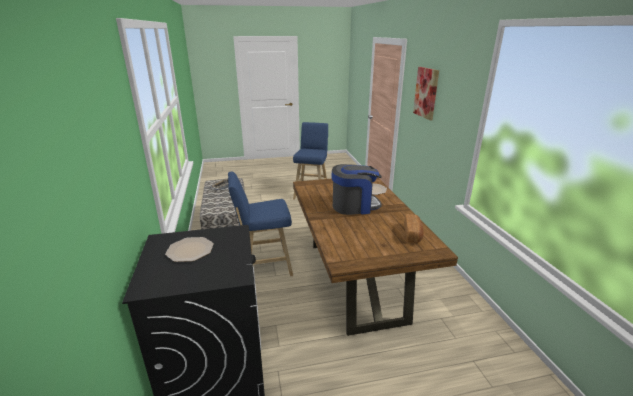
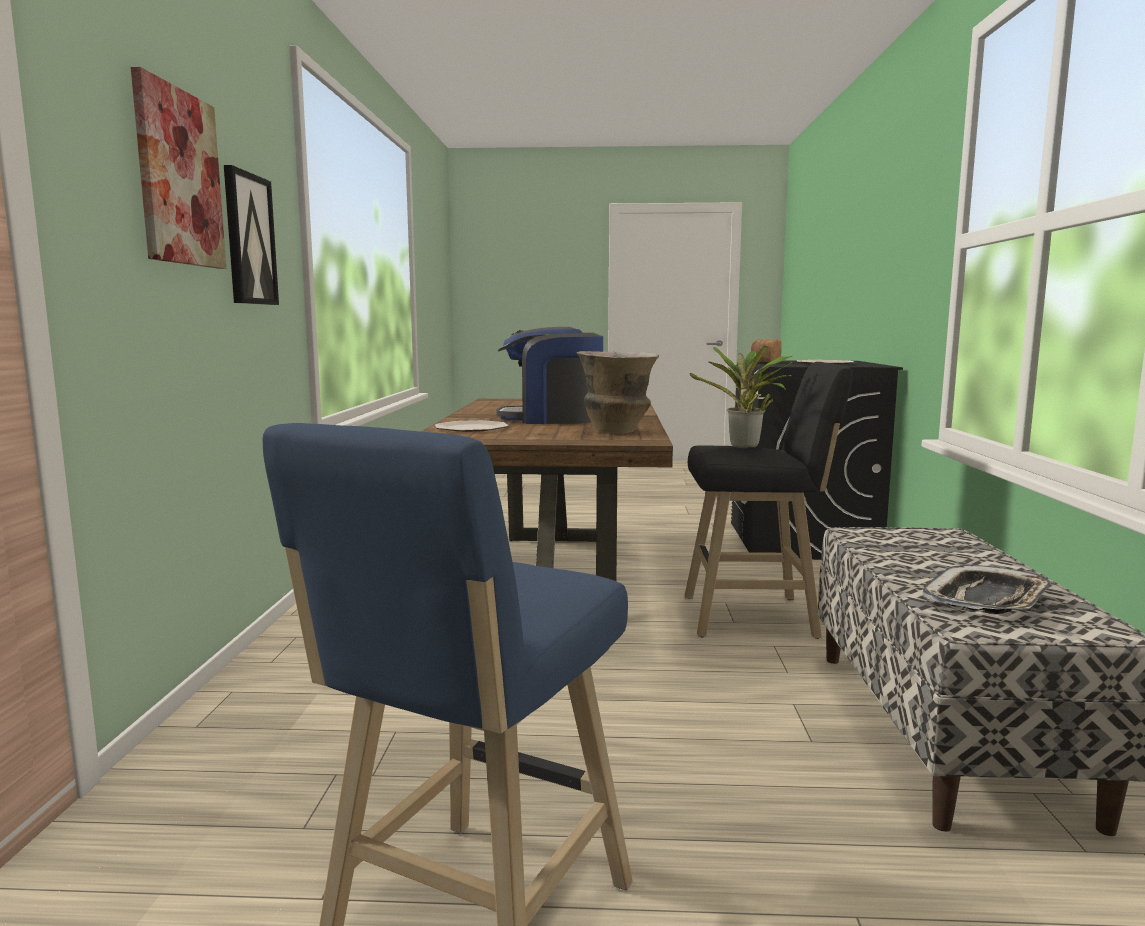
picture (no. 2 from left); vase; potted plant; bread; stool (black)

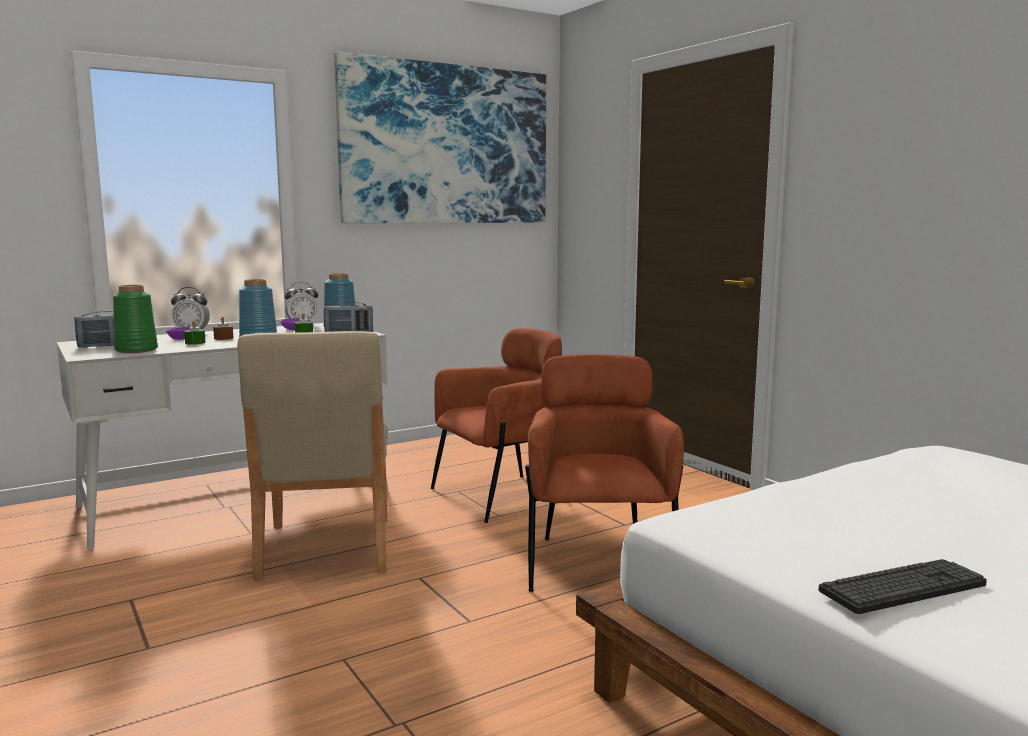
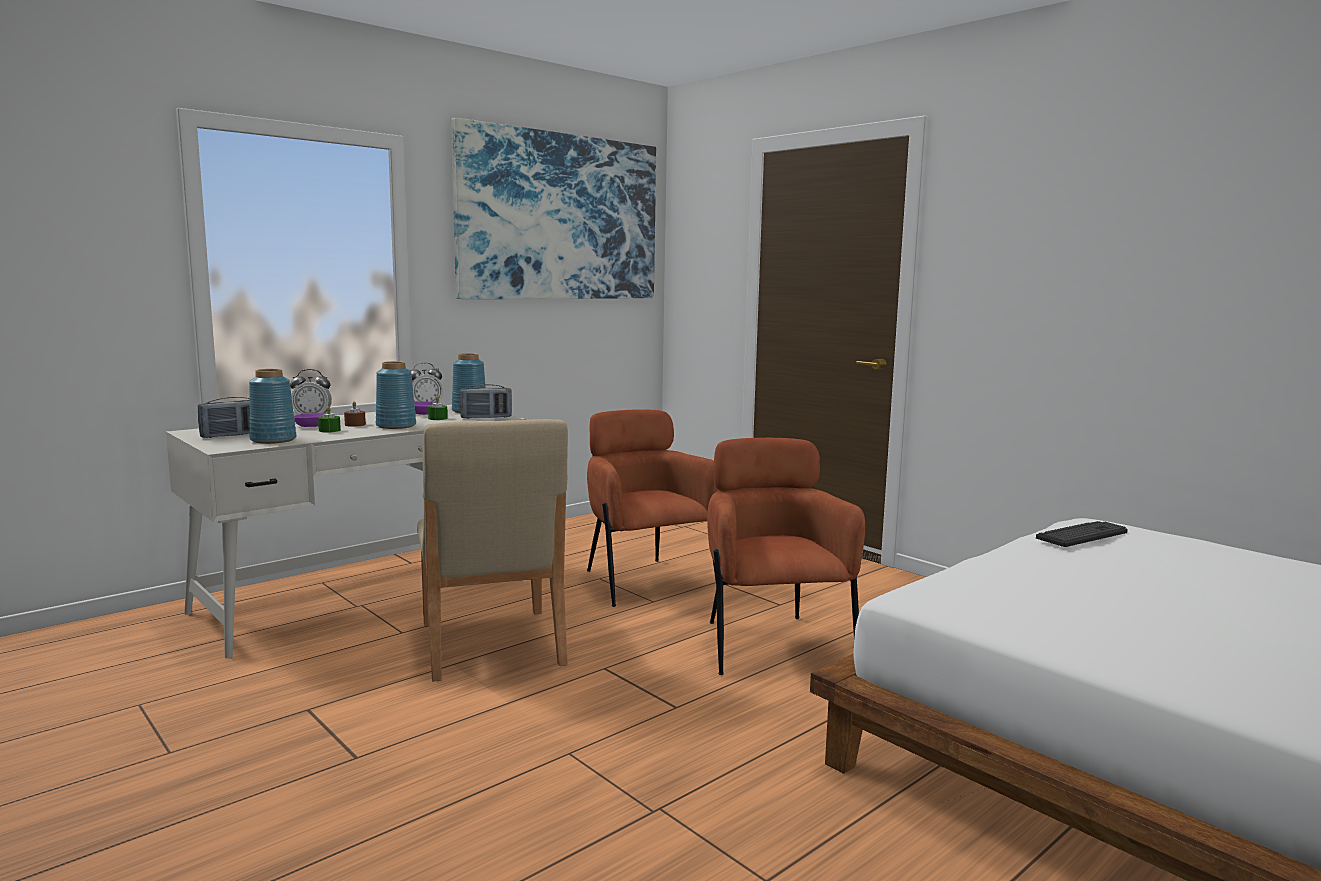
keyboard; vase (blue) (no. 1 from left); armchair (brown) (no. 1 from left)

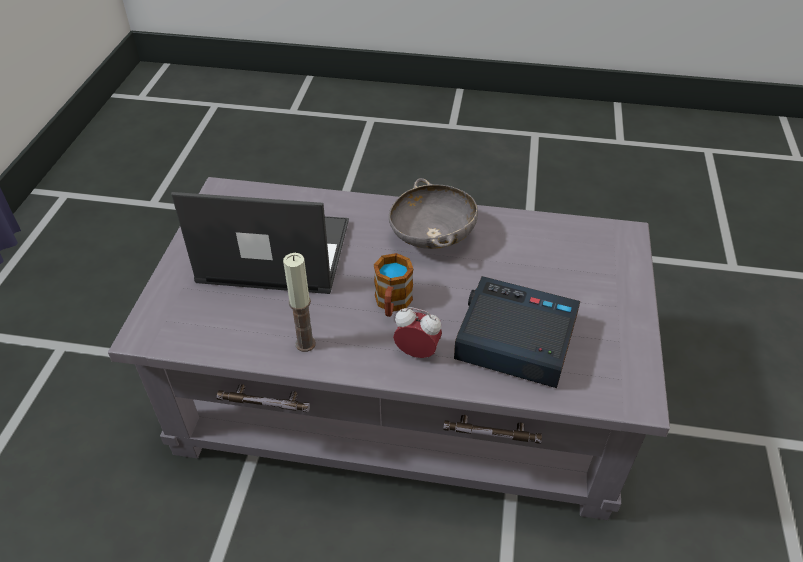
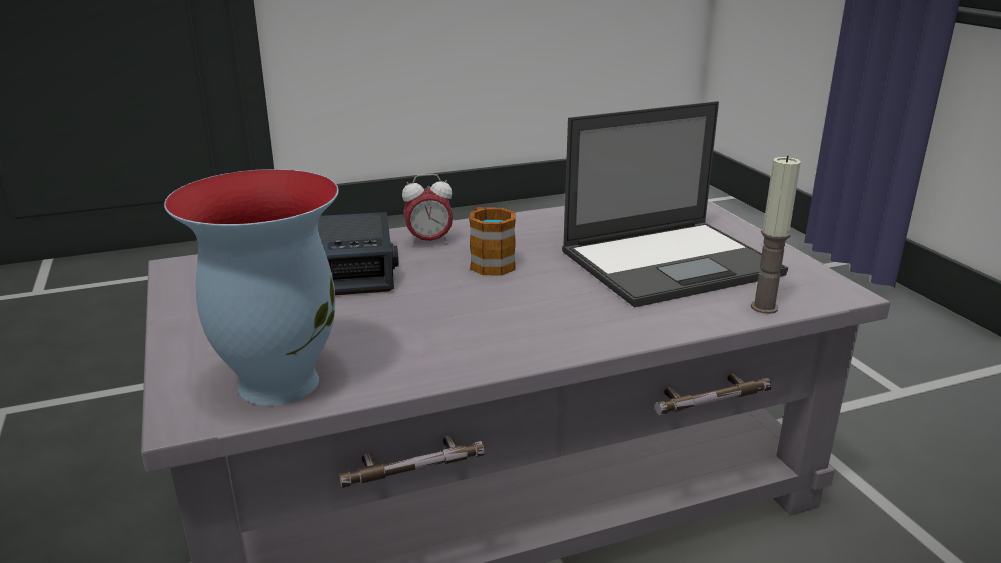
bowl (grey); vase; candle

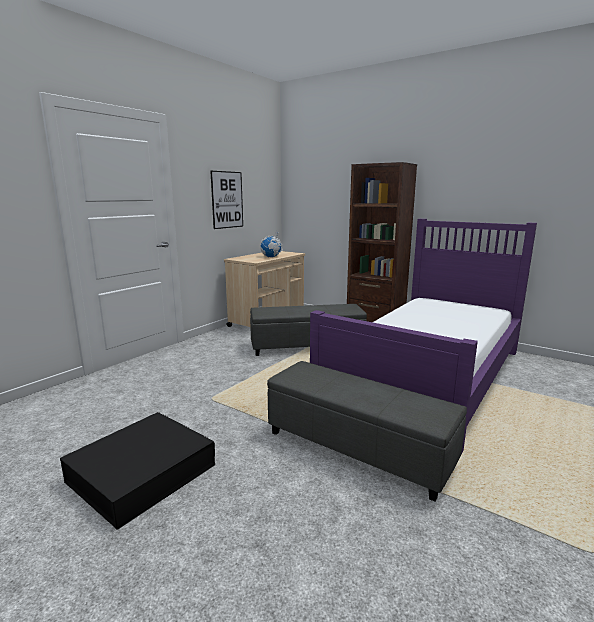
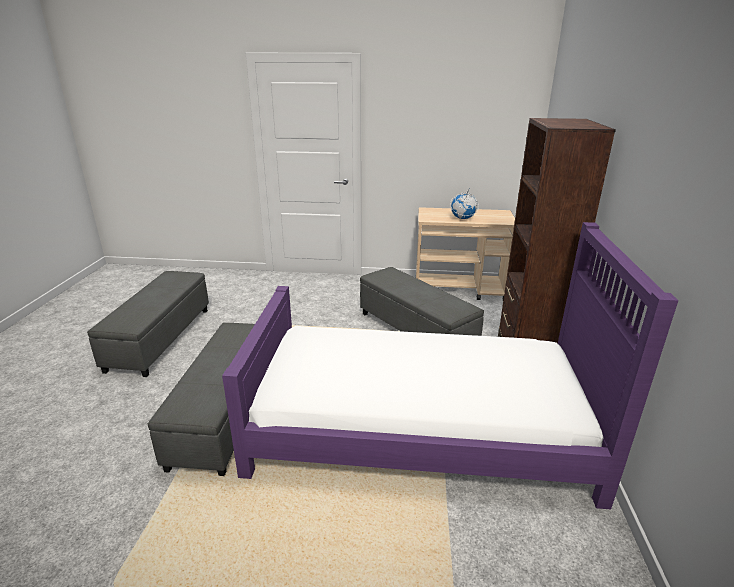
picture; ottoman (grey) (no. 1 from left)

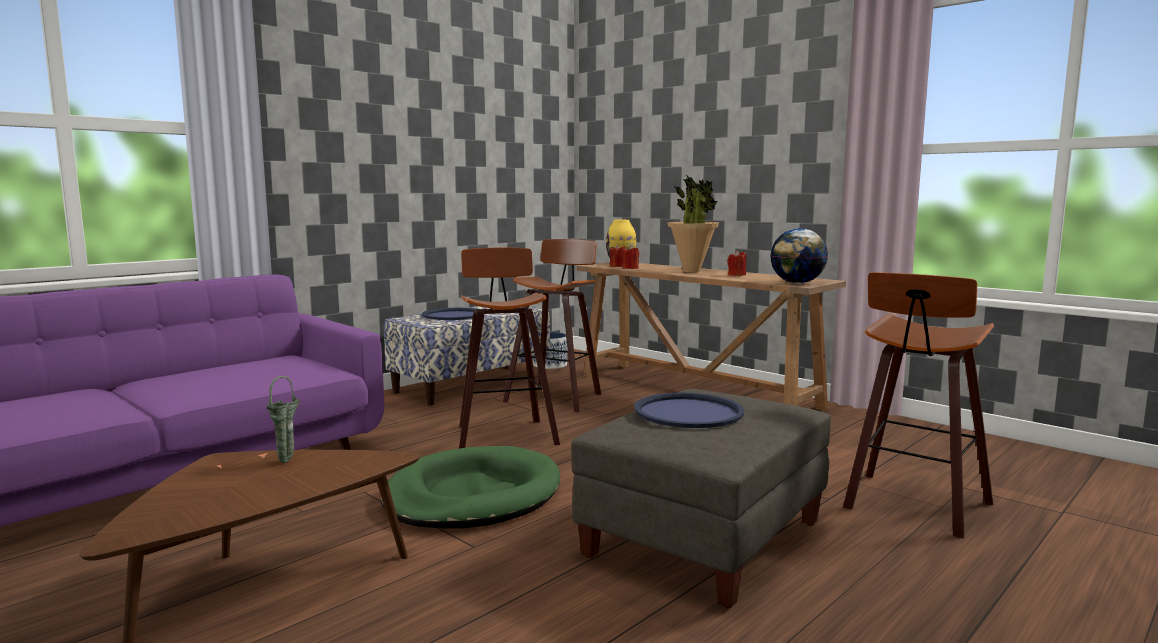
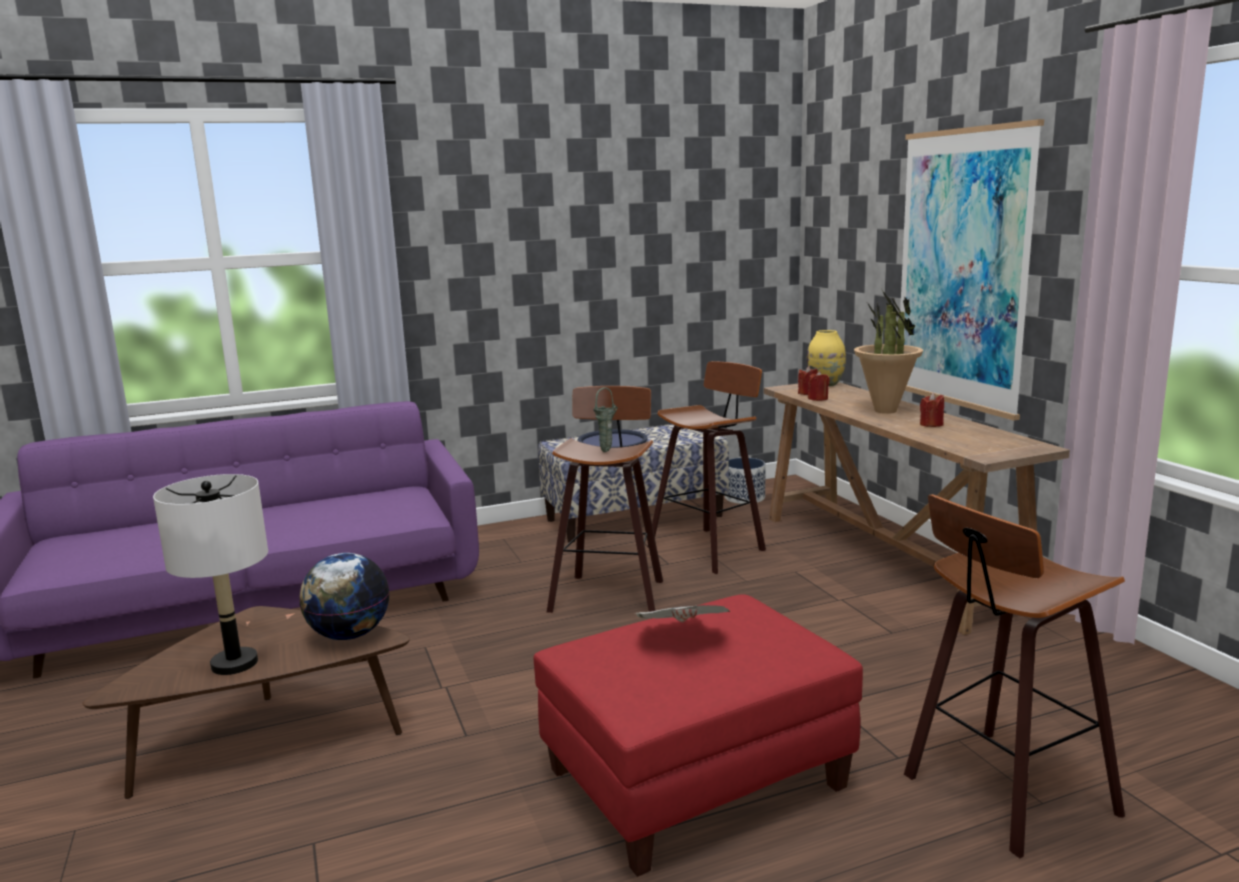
dog bed (green); table lamp (white); picture; vase (green); globe; newspaper; ottoman (red)

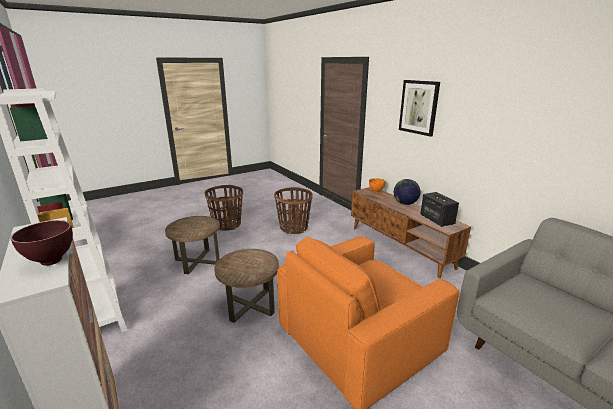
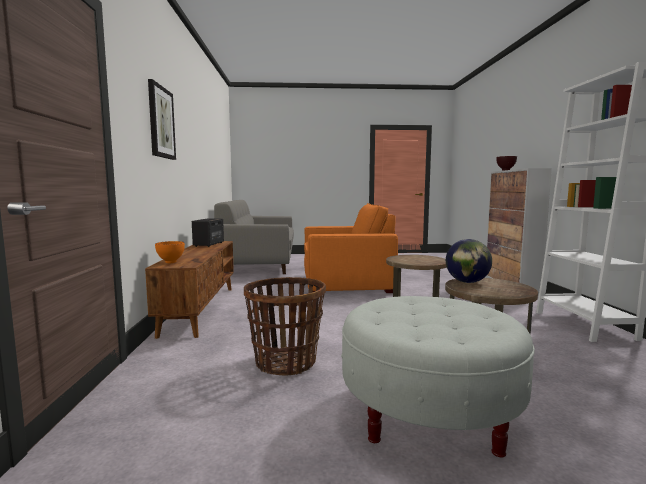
globe; ottoman (white)

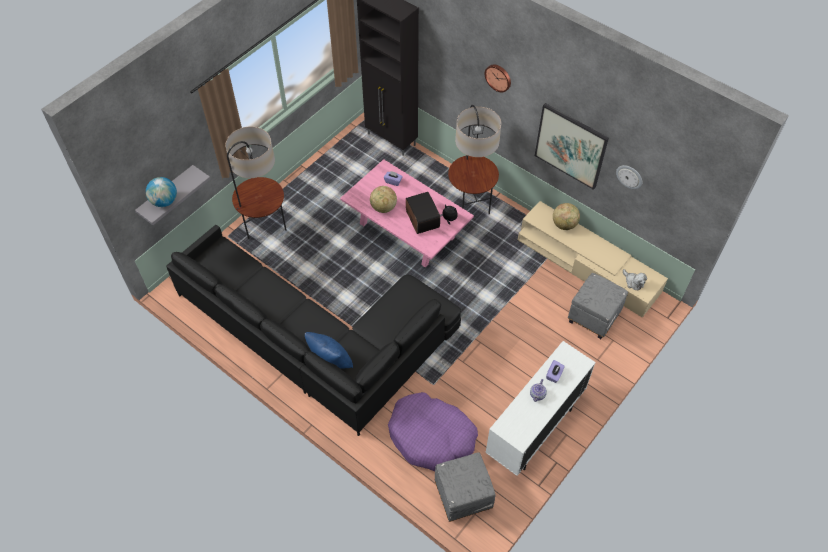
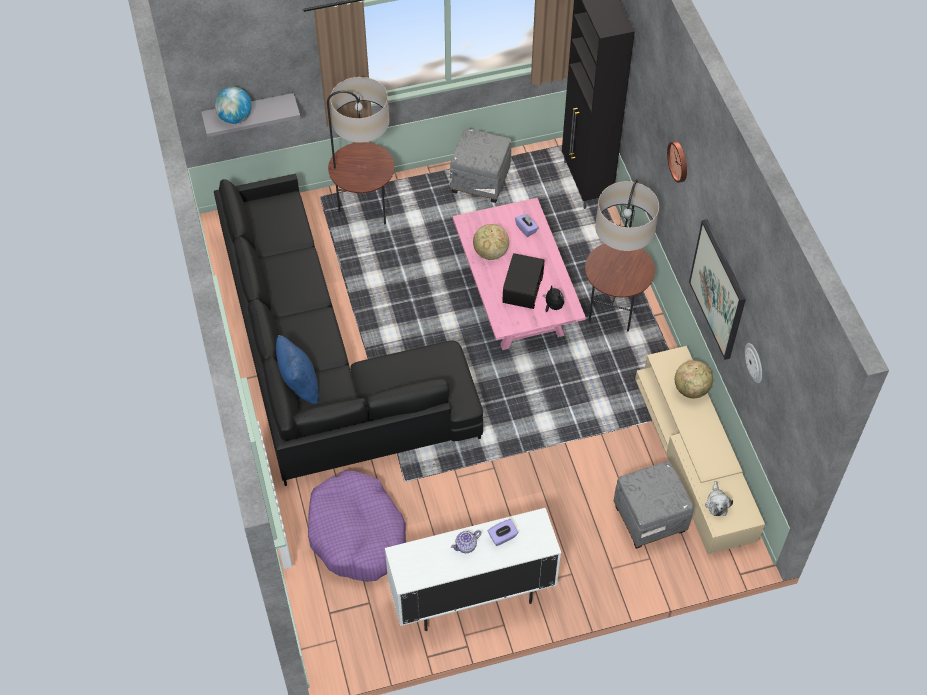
ottoman (grey) (no. 1 from left)

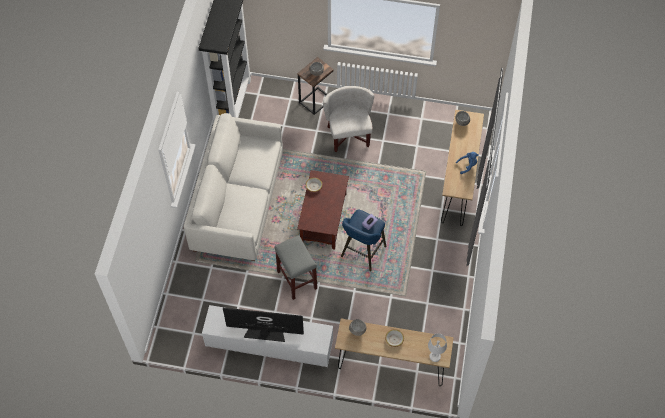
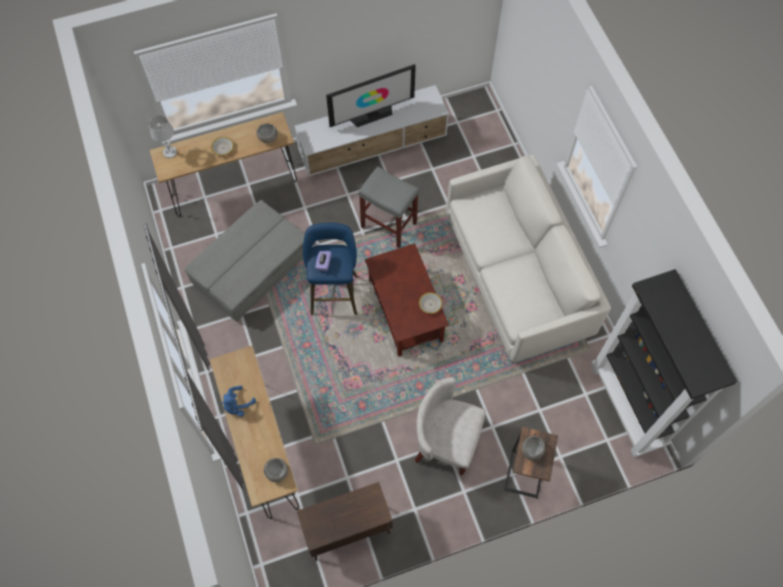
ottoman (grey); cabinet (brown); armchair (white)

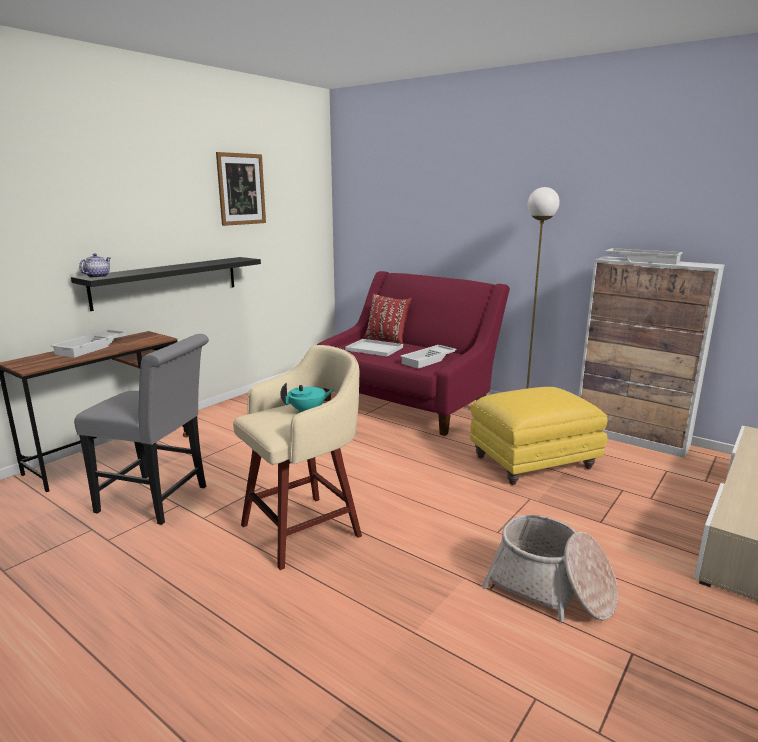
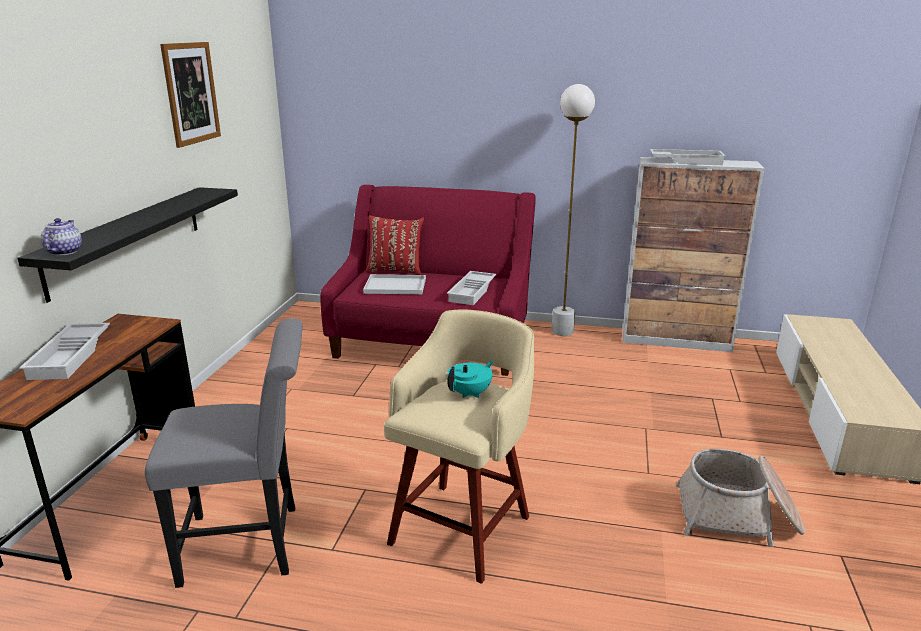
ottoman (yellow)

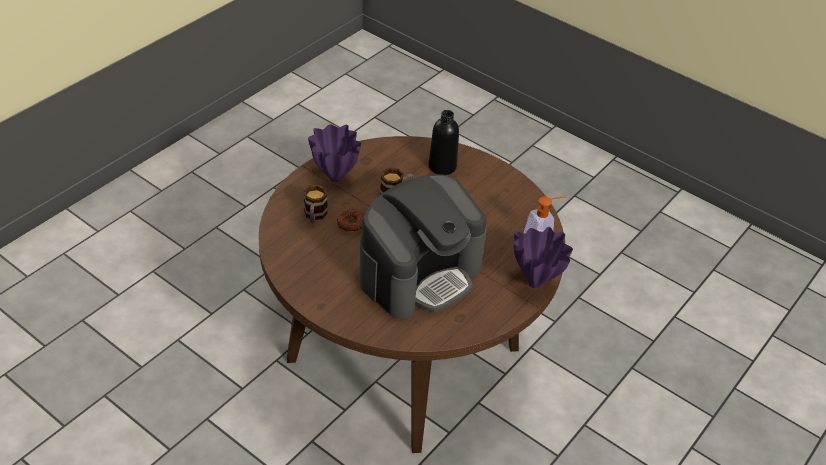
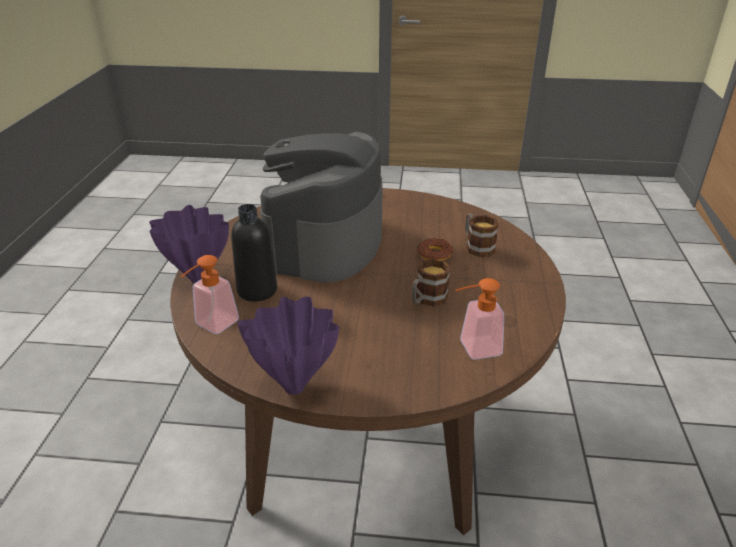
soap dispenser (no. 2 from left); vase (purple) (no. 2 from left); bottle (black)

